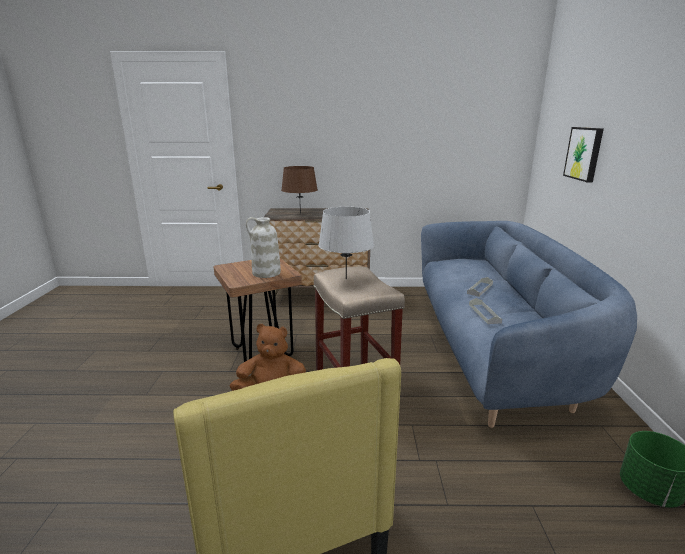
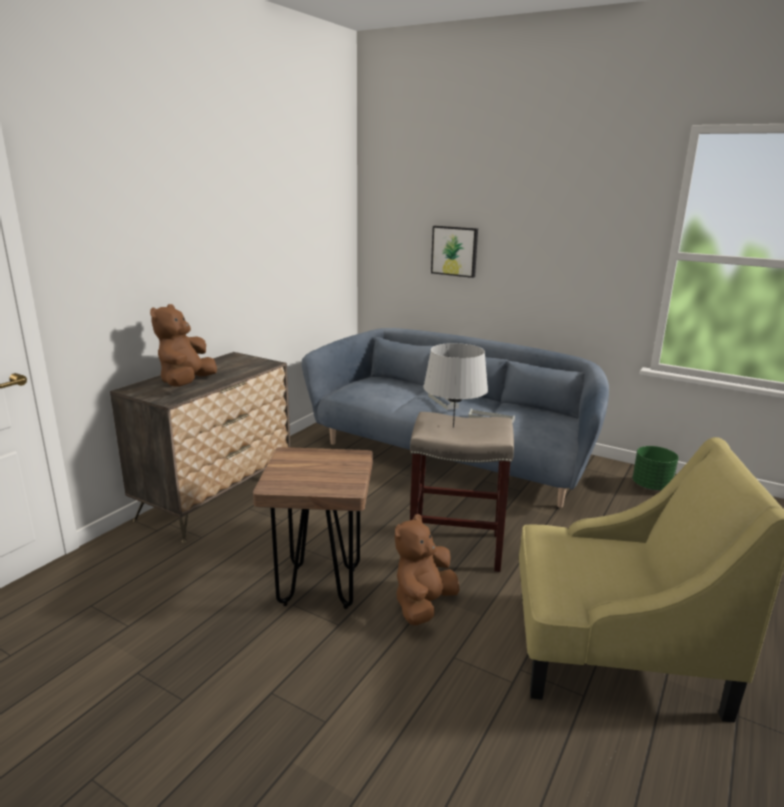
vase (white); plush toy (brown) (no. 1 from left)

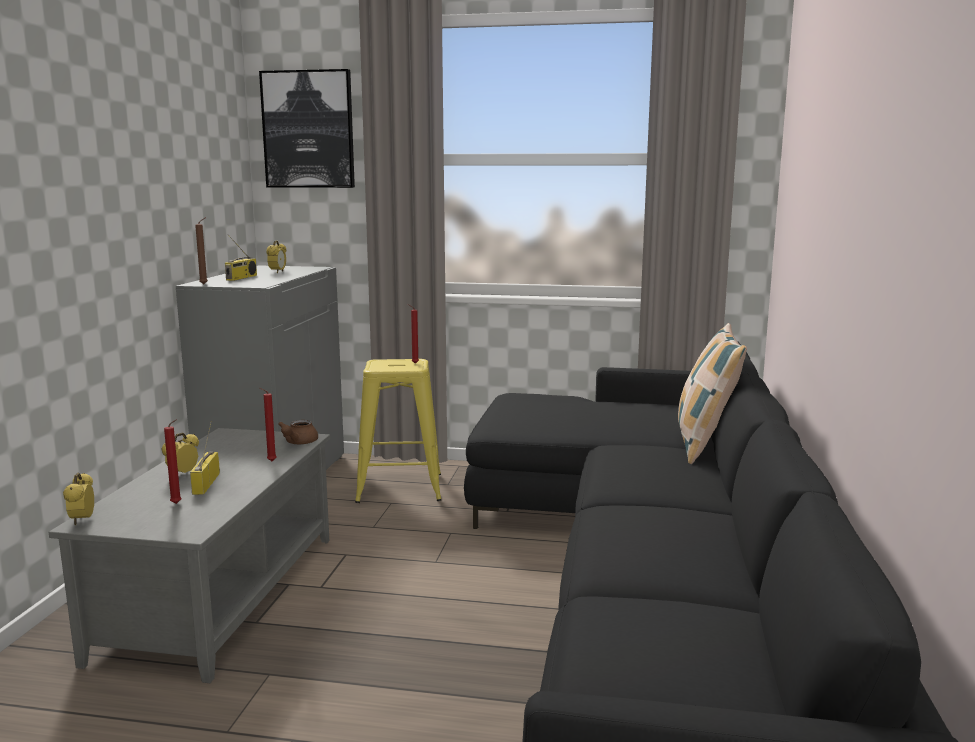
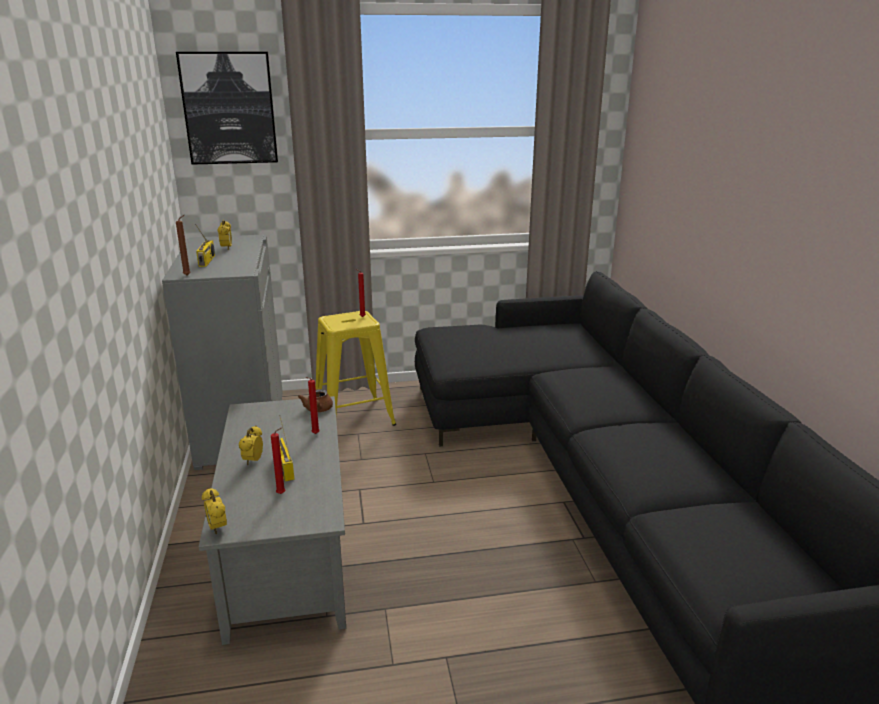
pillow

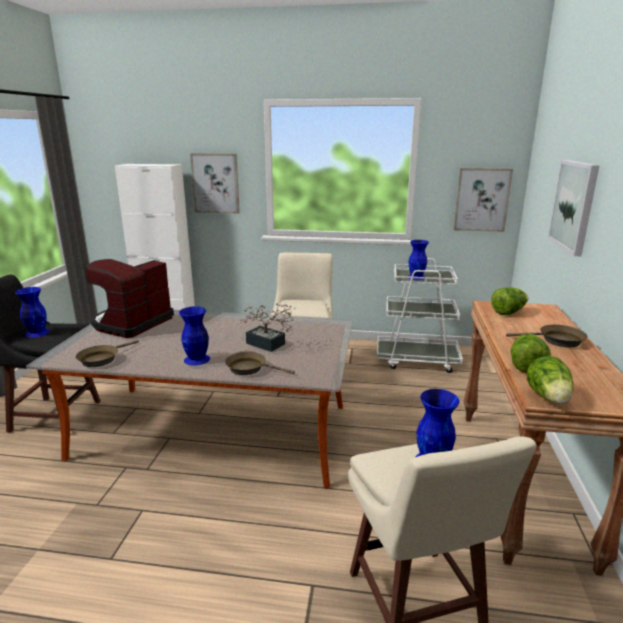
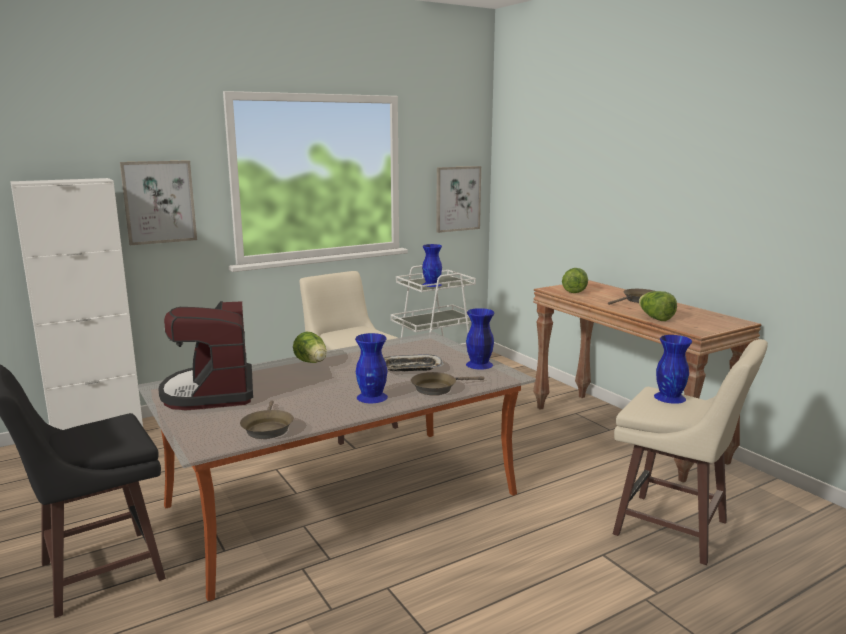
picture (no. 3 from left in the first image); vase (blue) (no. 3 from left); lettuce (no. 1 from left); tray

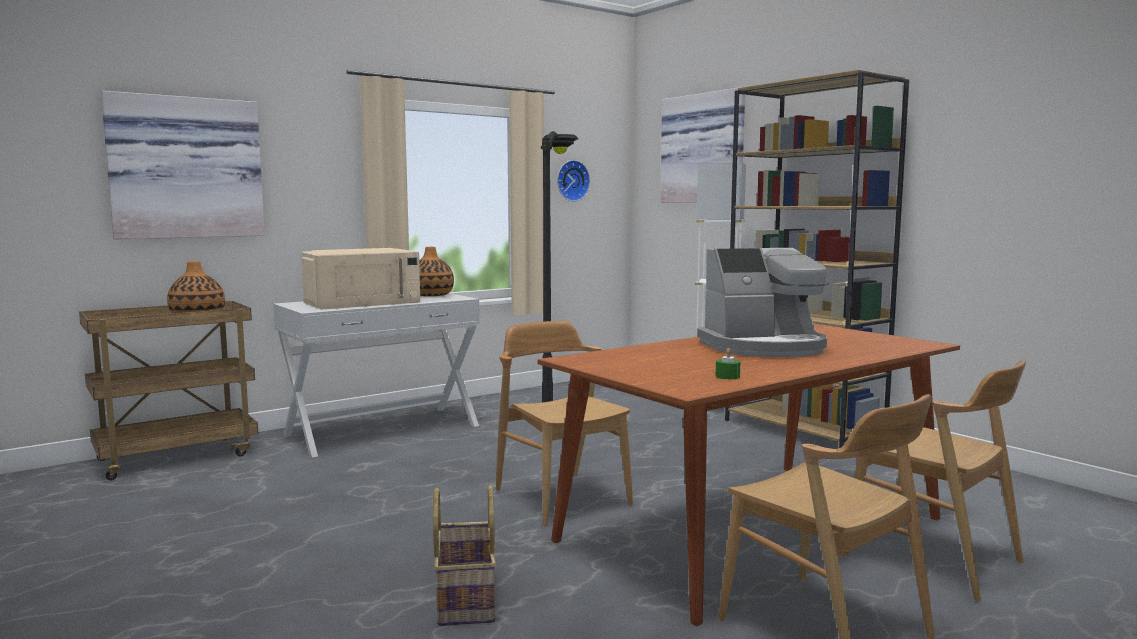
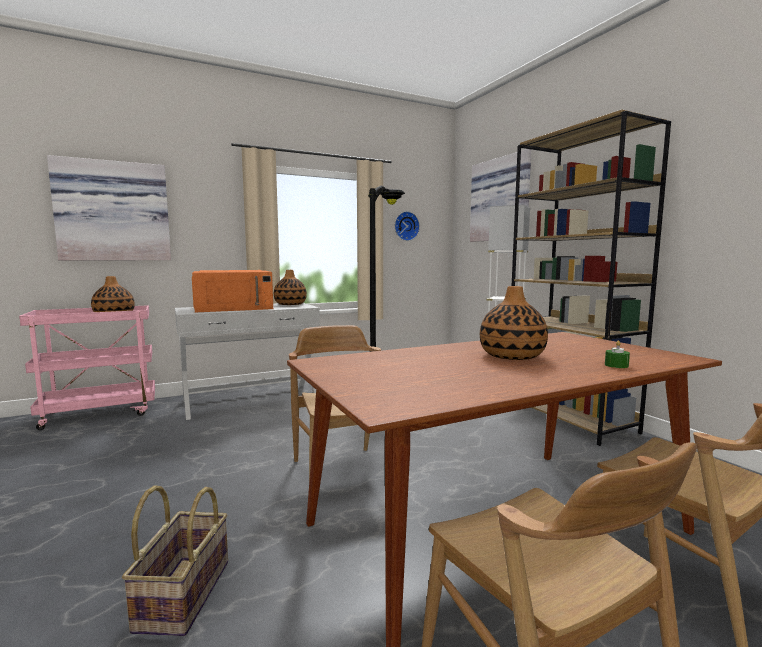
candle (green); vase (no. 3 from left); cart (pink); microwave (orange)

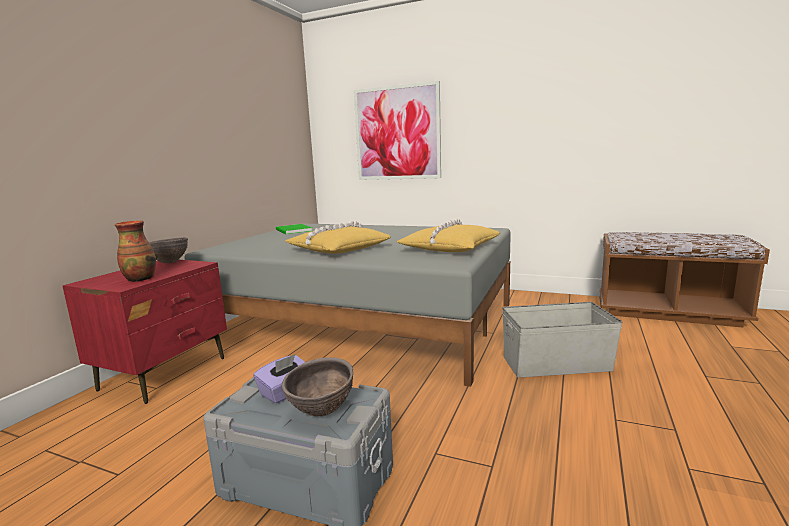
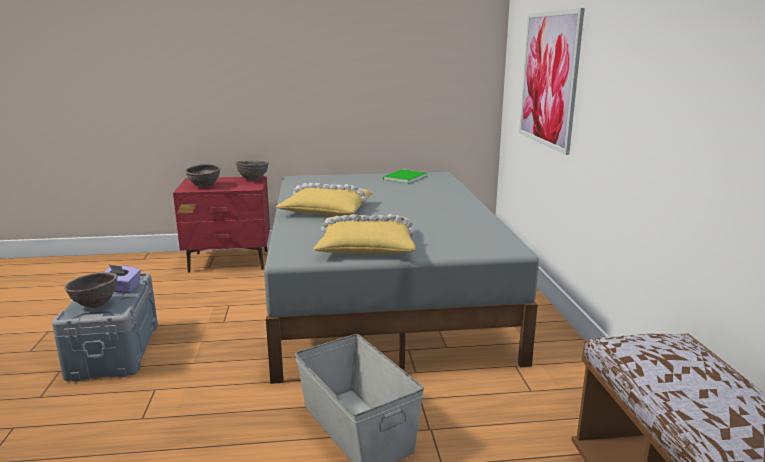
bowl (brown) (no. 2 from left)

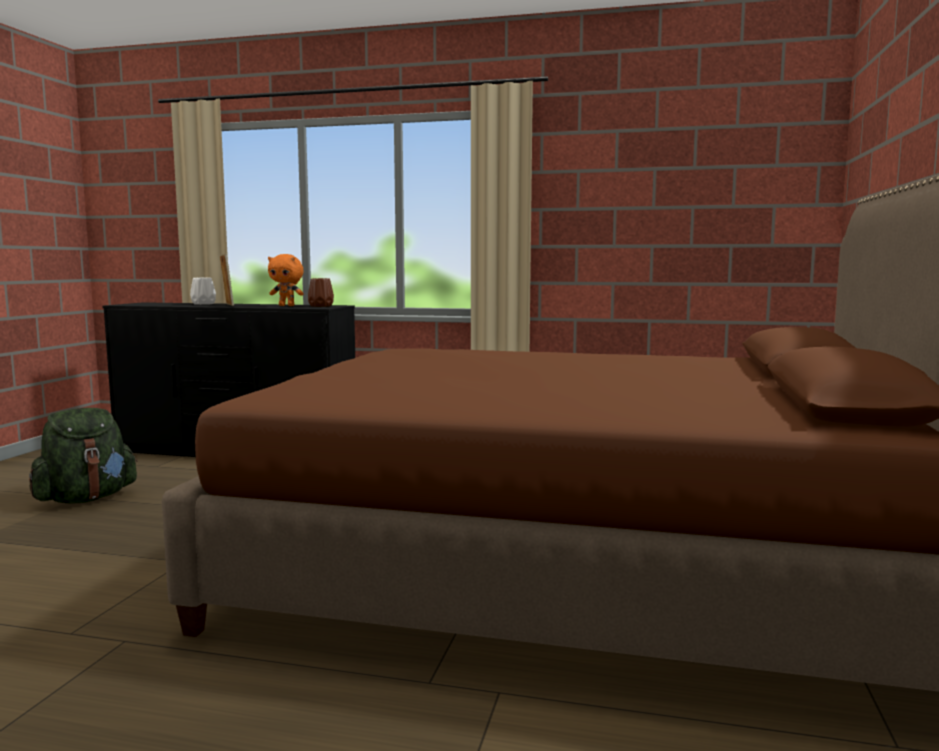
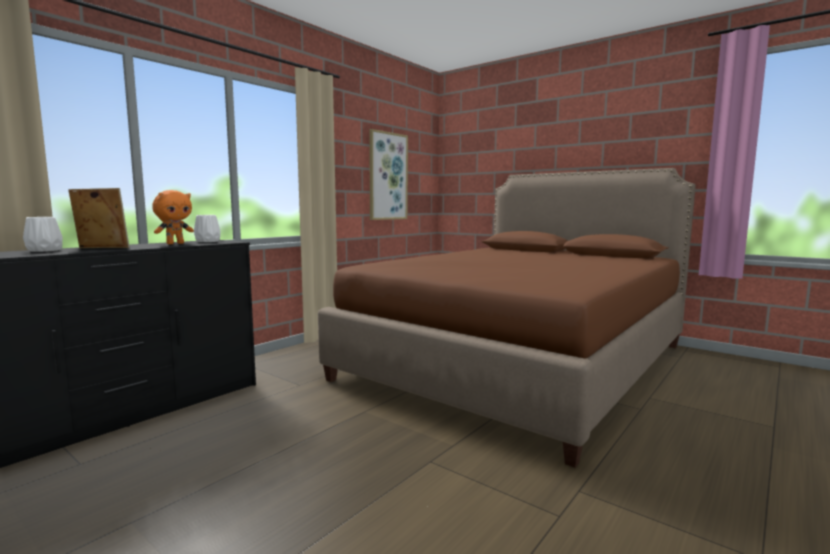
backpack (green); picture; vase (white) (no. 2 from left)

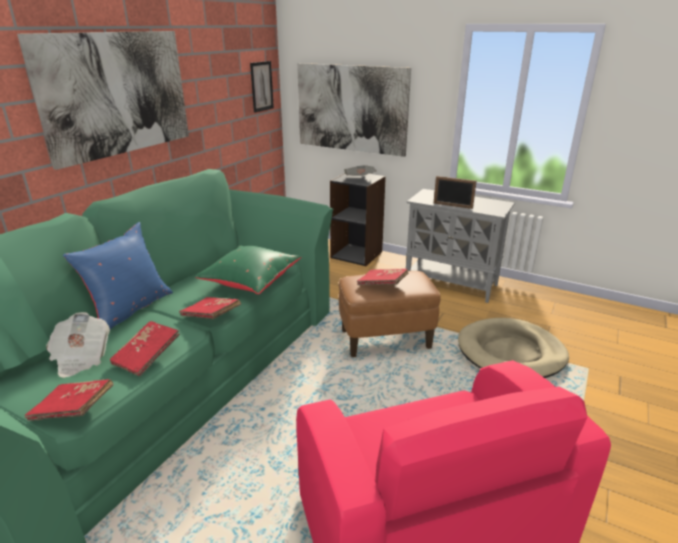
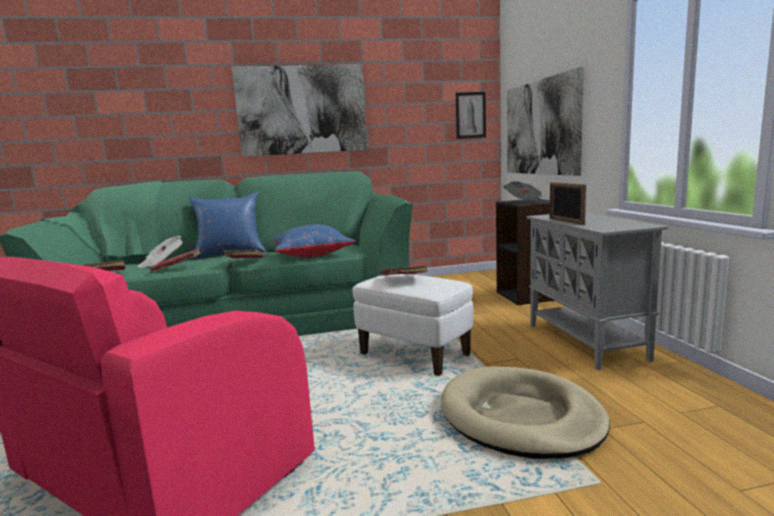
pillow (blue) (no. 2 from left); ottoman (white)

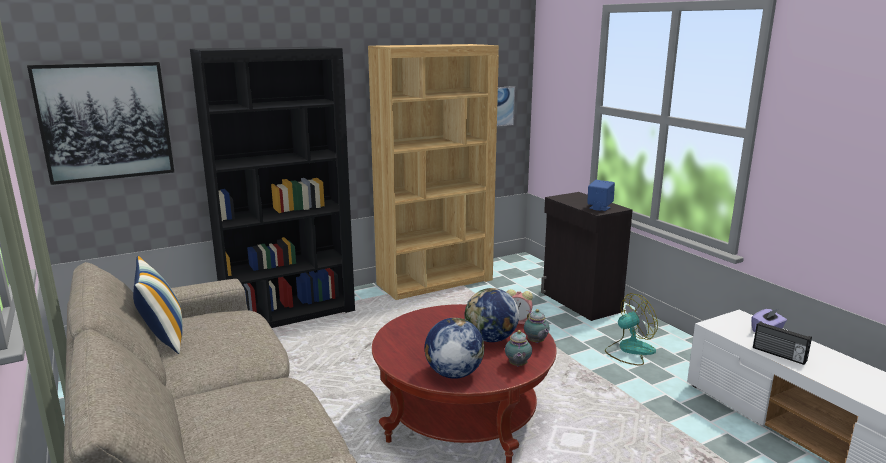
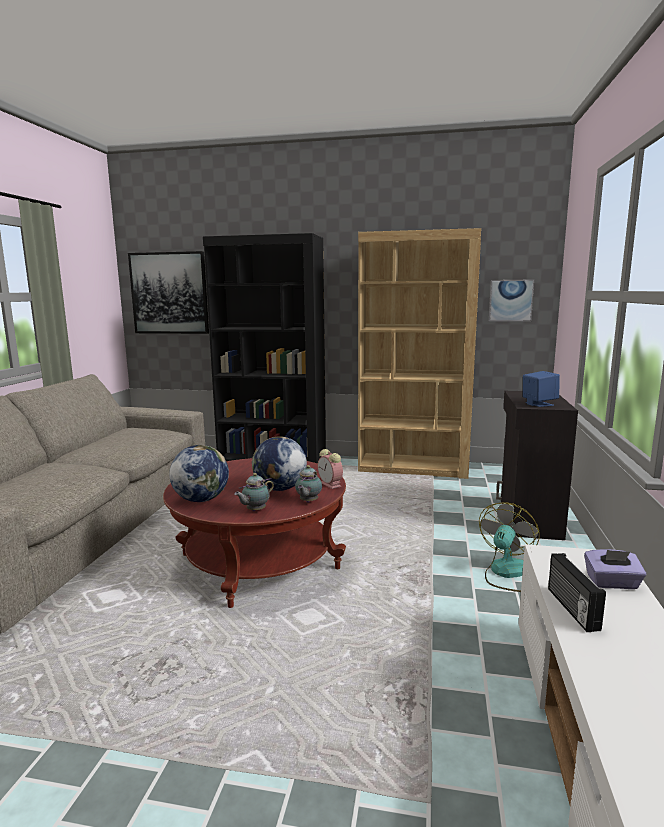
pillow; fan

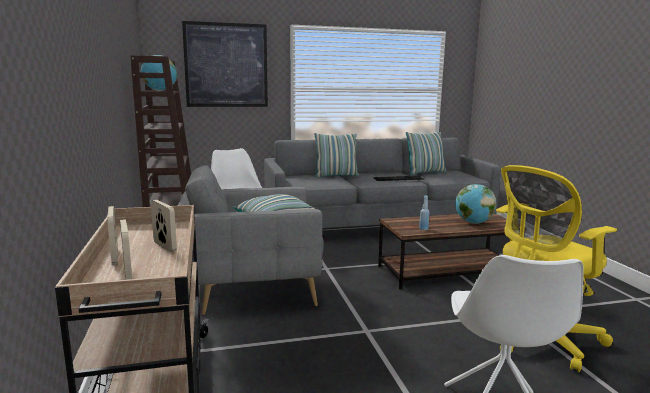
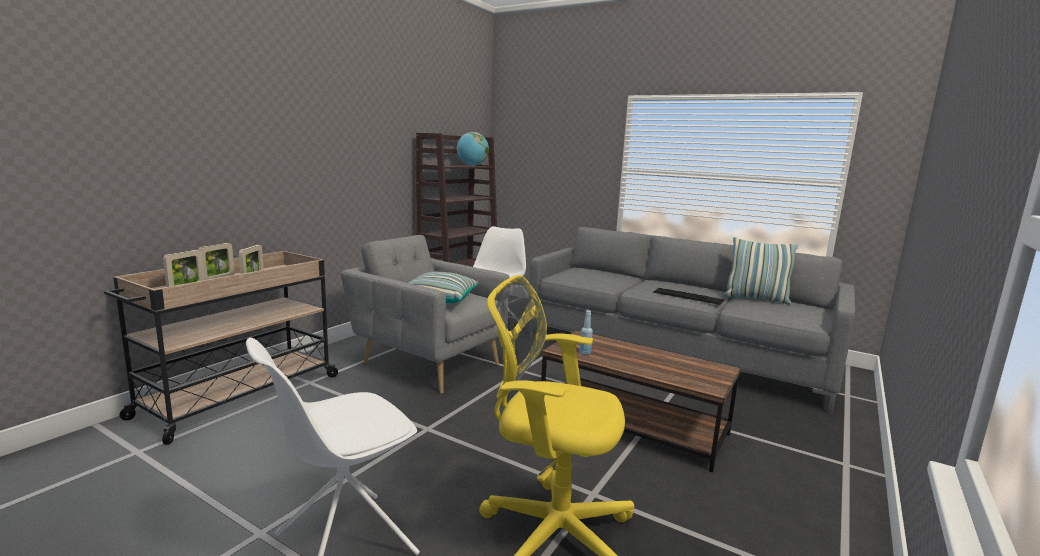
picture; pillow (no. 2 from left in the first image); globe (no. 2 from left in the first image)

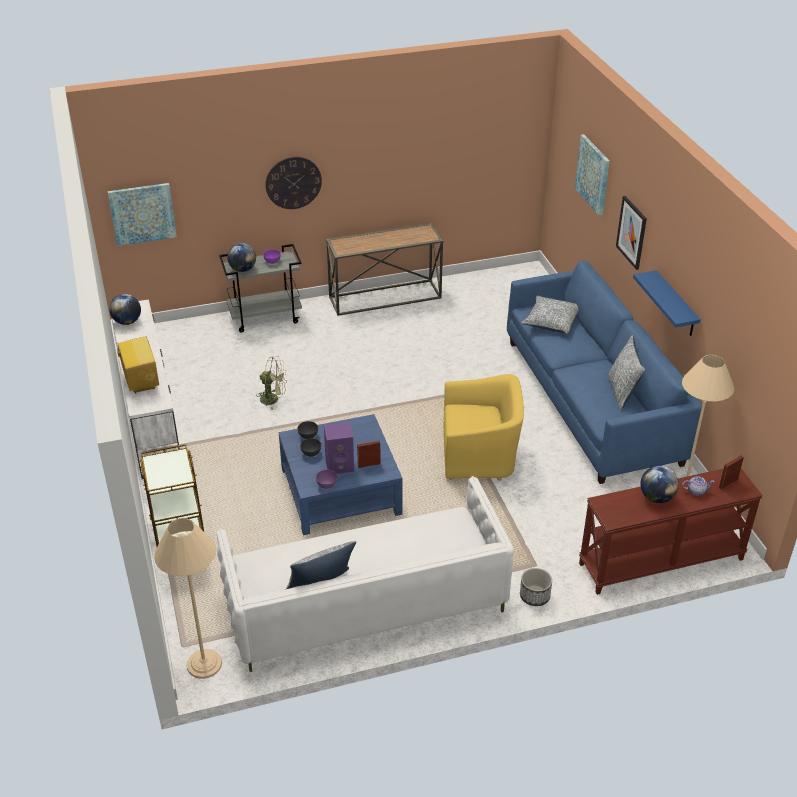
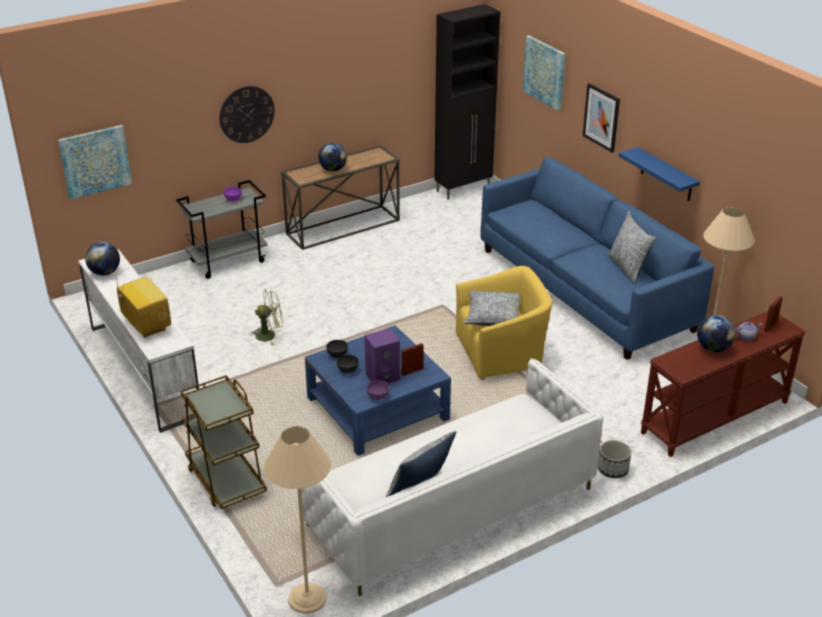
cabinet (black); globe (no. 2 from left); pillow (no. 2 from left)

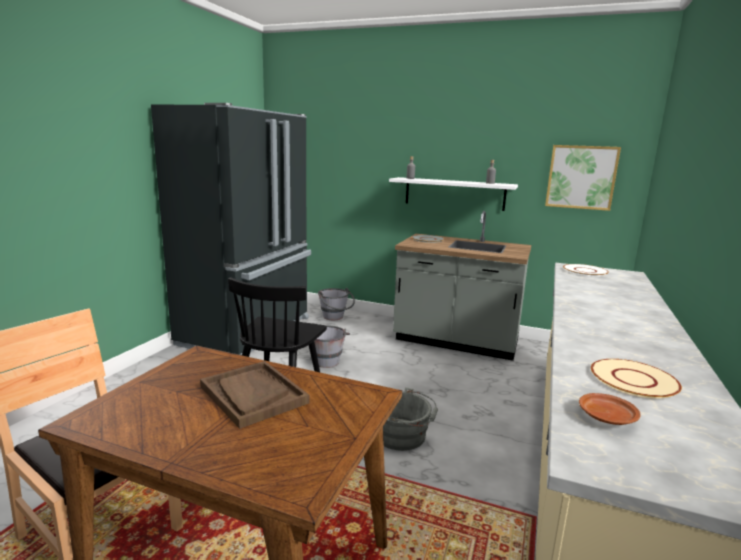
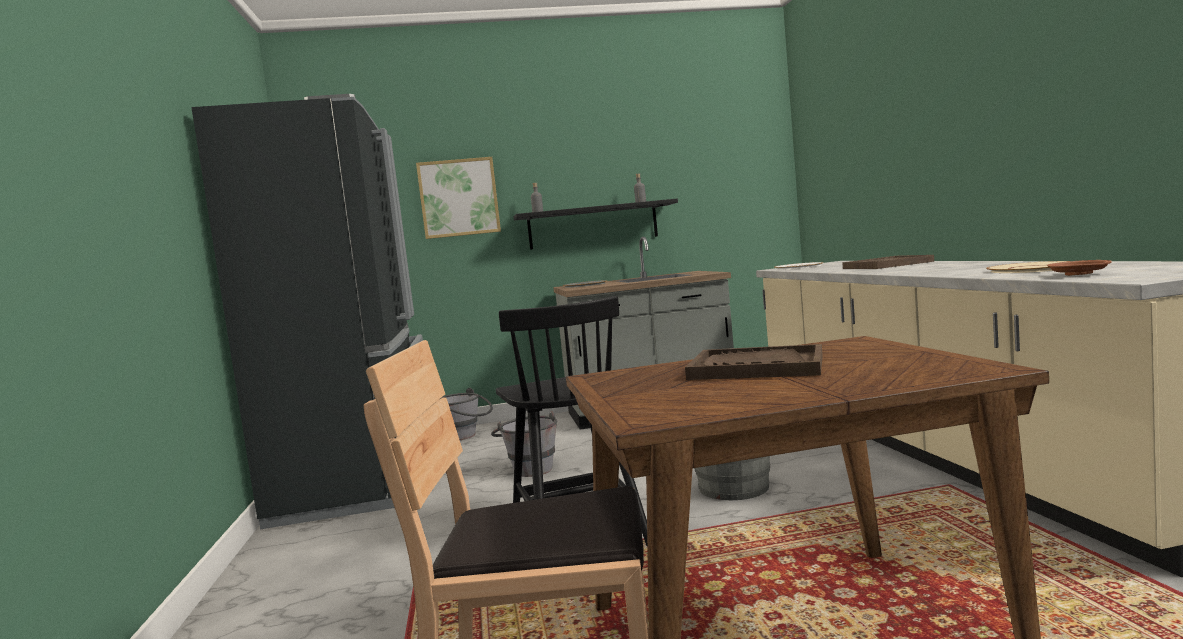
tray (brown) (no. 2 from left); picture; shelf (black)

